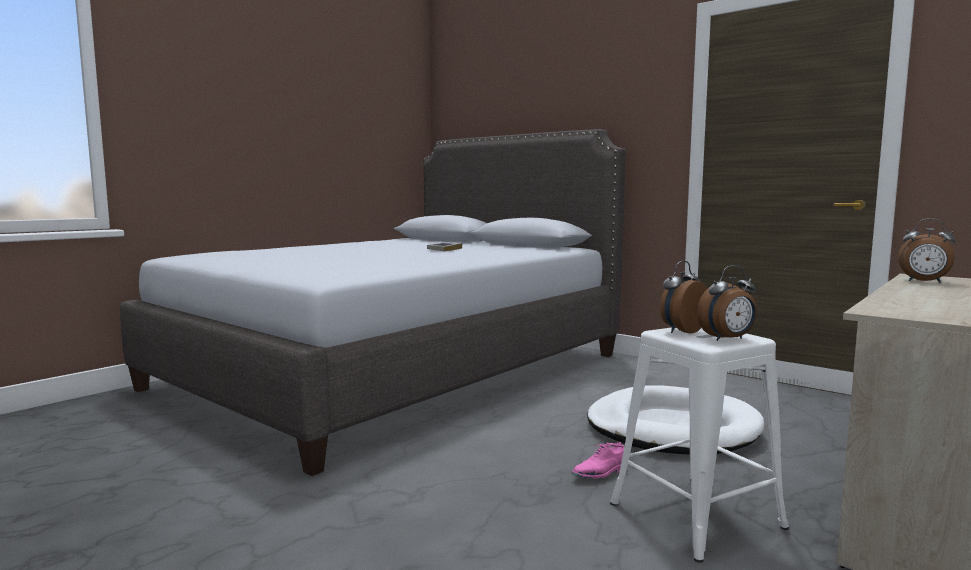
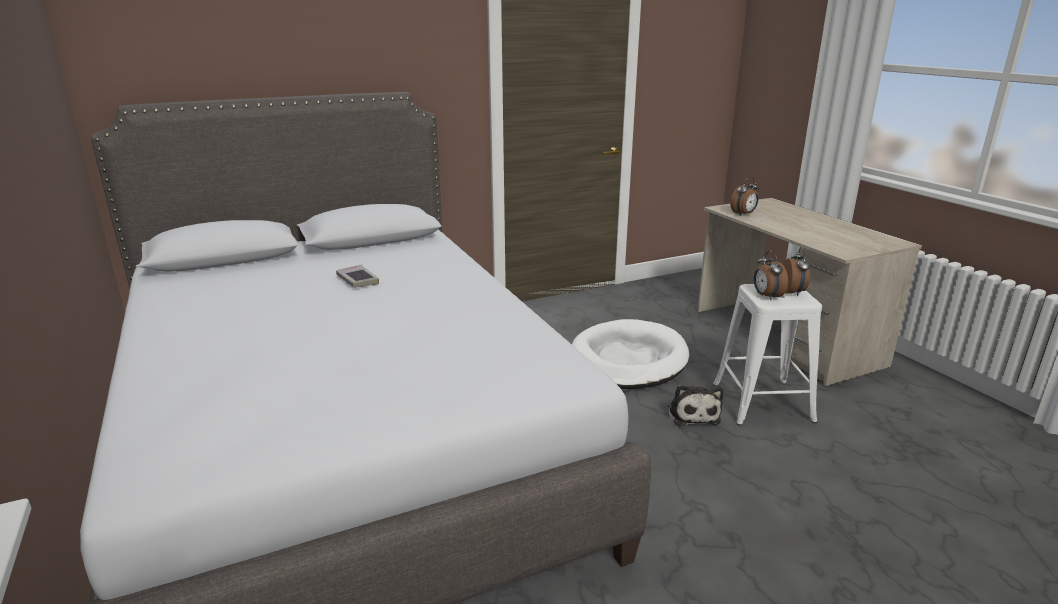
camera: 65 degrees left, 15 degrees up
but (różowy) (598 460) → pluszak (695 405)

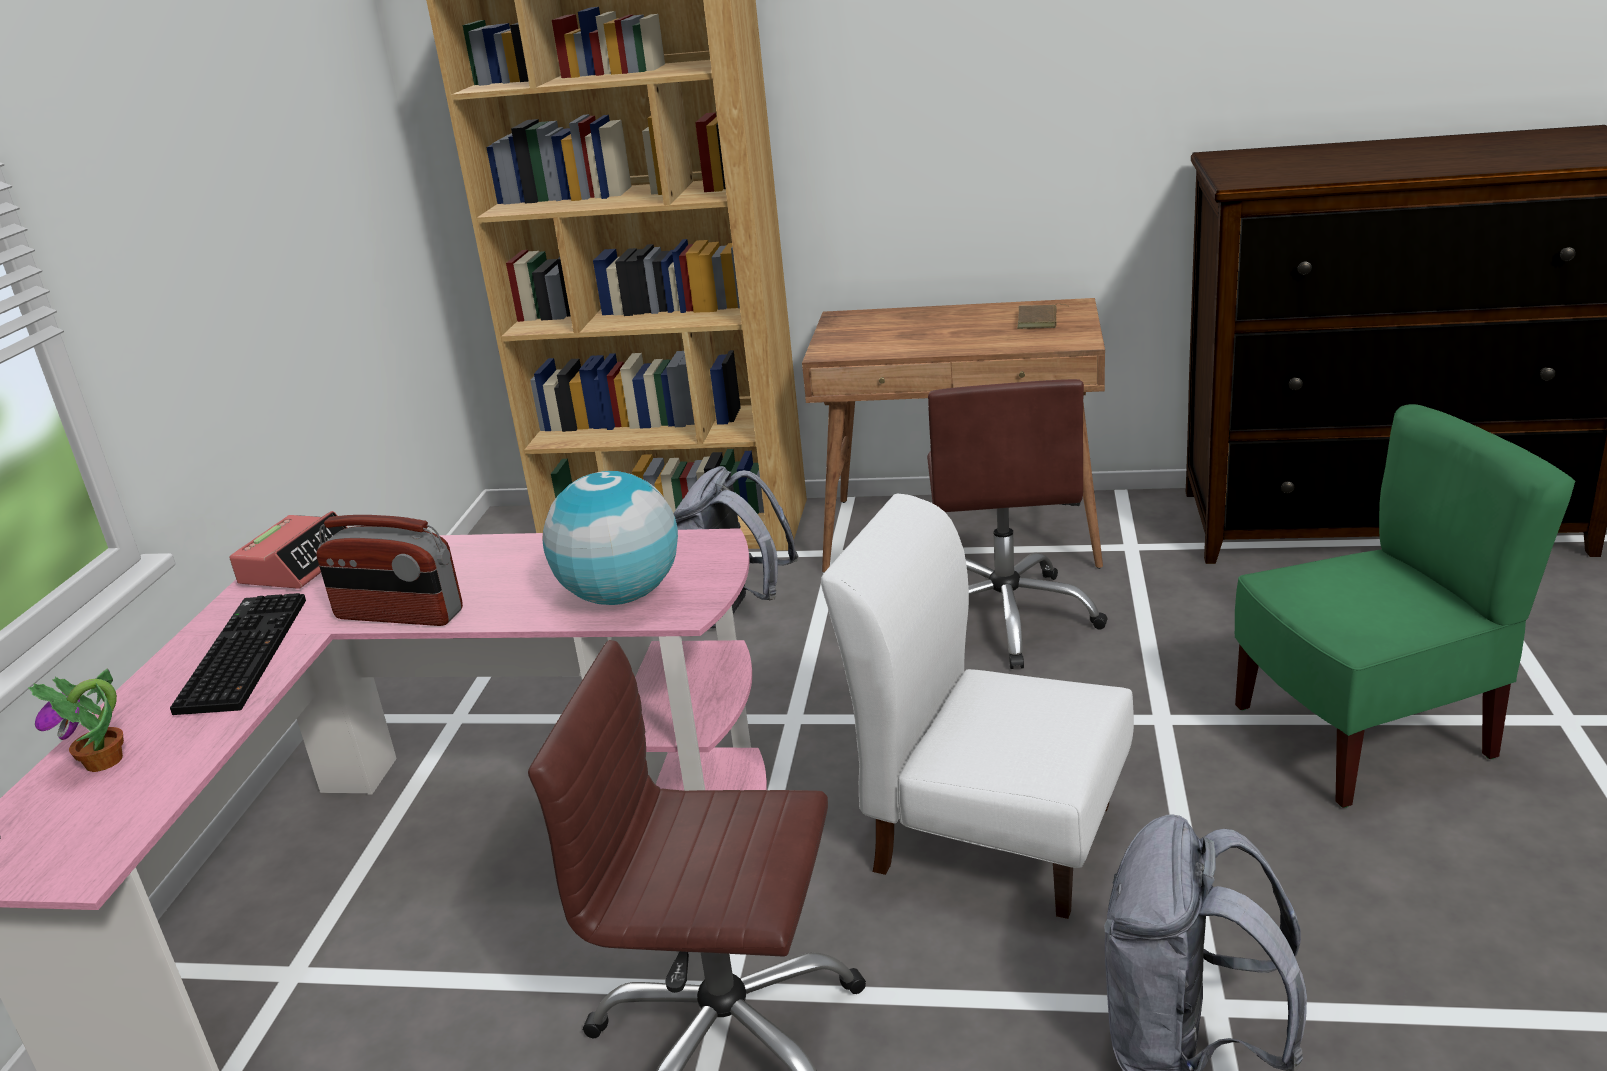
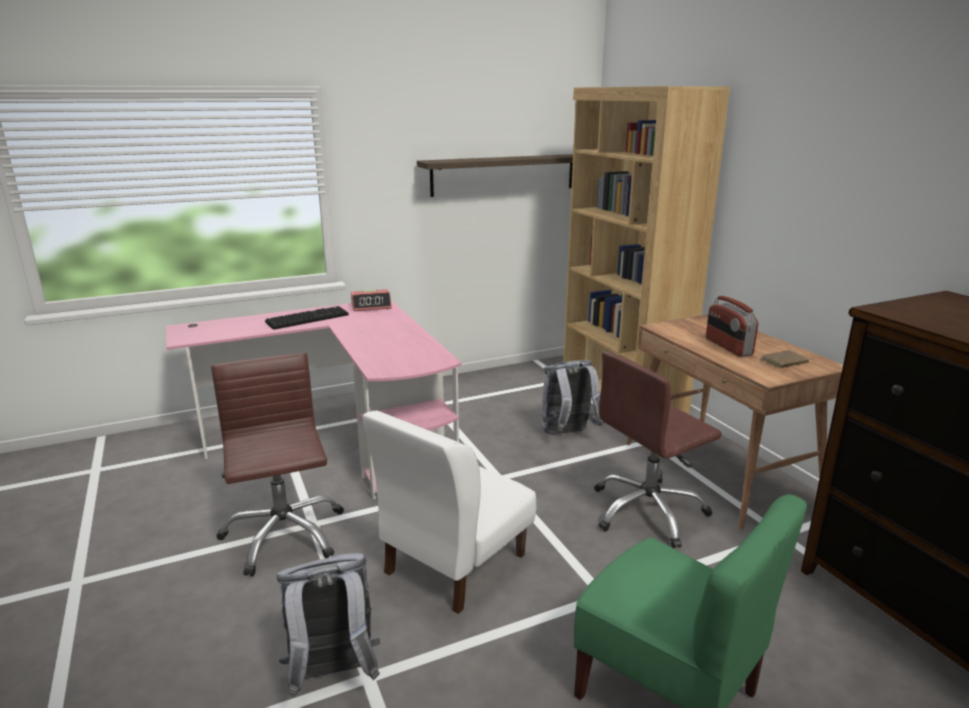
camera: 55 degrees right, 5 degrees down
roślina doniczkowa (76 720) → -
radio (389 570) → radio (732 326), shifted
globus (610 538) → -
krzesło (biały) (977 706) → krzesło (biały) (449 512), 135 degrees counterclockwise
- → półka (495 175)

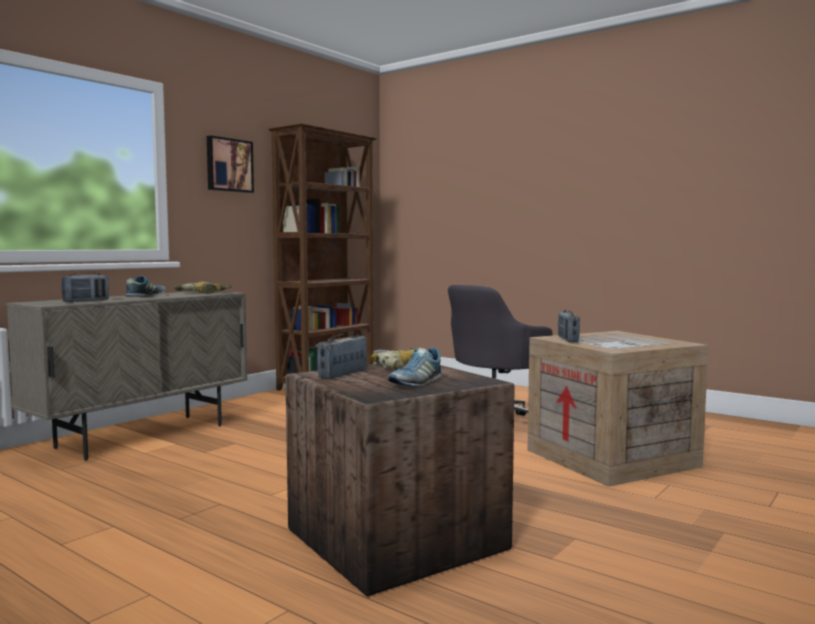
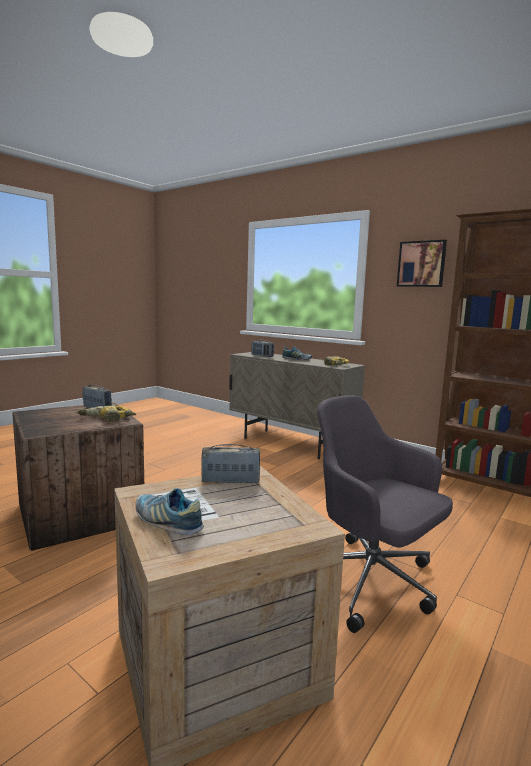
camera: 90 degrees right, 5 degrees up
but (415 367) → but (170 511), shifted

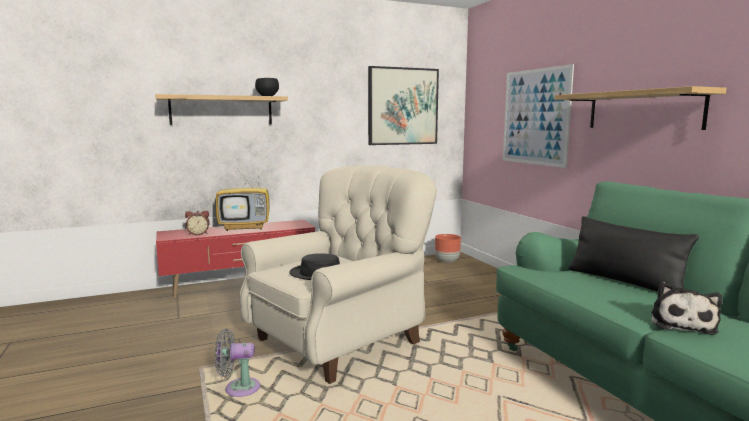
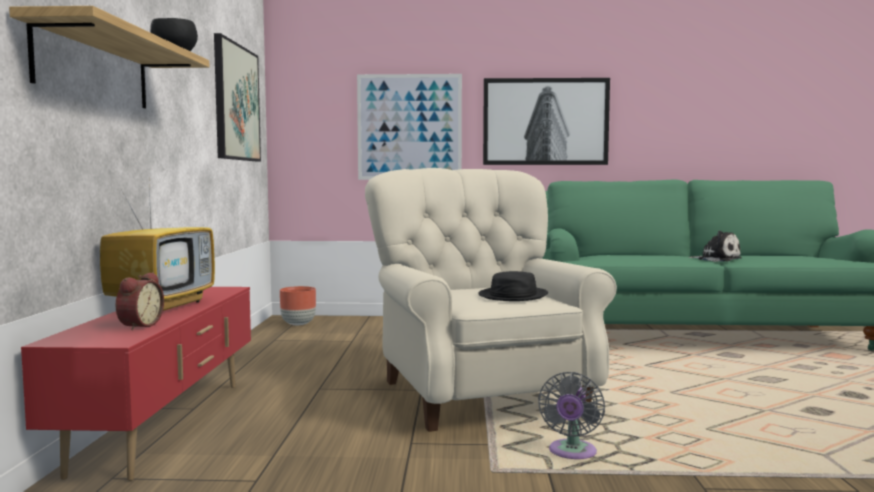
camera: 65 degrees left, 5 degrees down
półka (641 108) → obraz (546 121)
poduszka (czarny) (634 254) → -

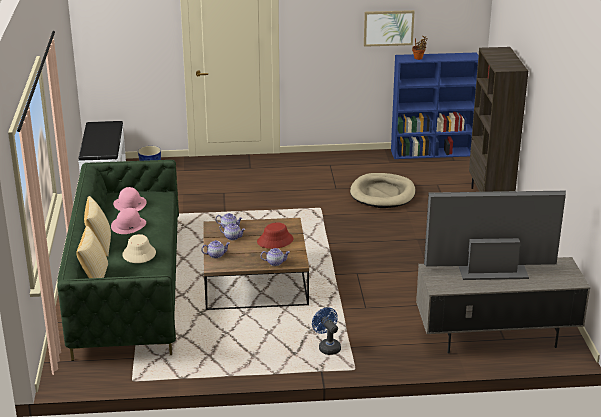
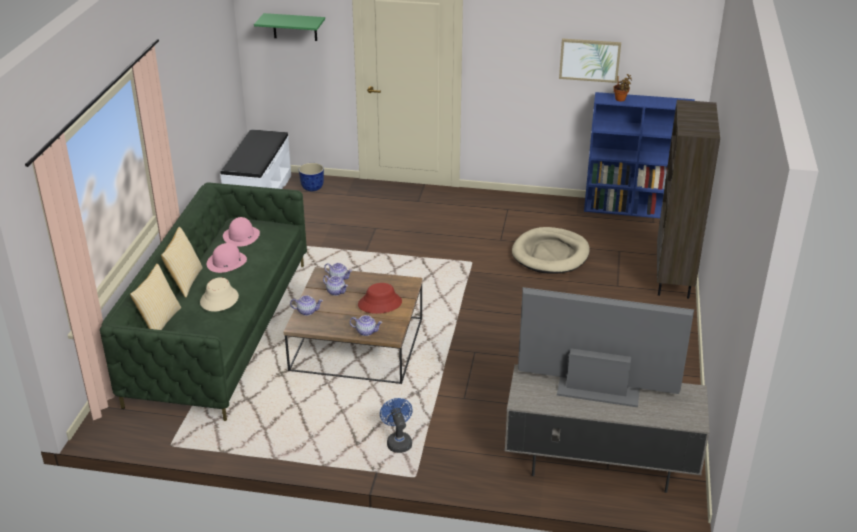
camera: 15 degrees right, 5 degrees up
- → półka (zielony) (289 27)

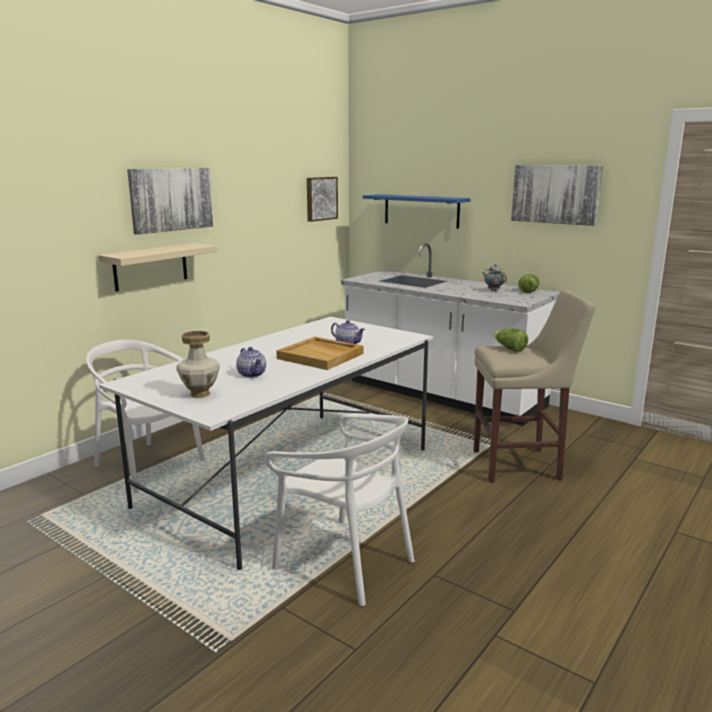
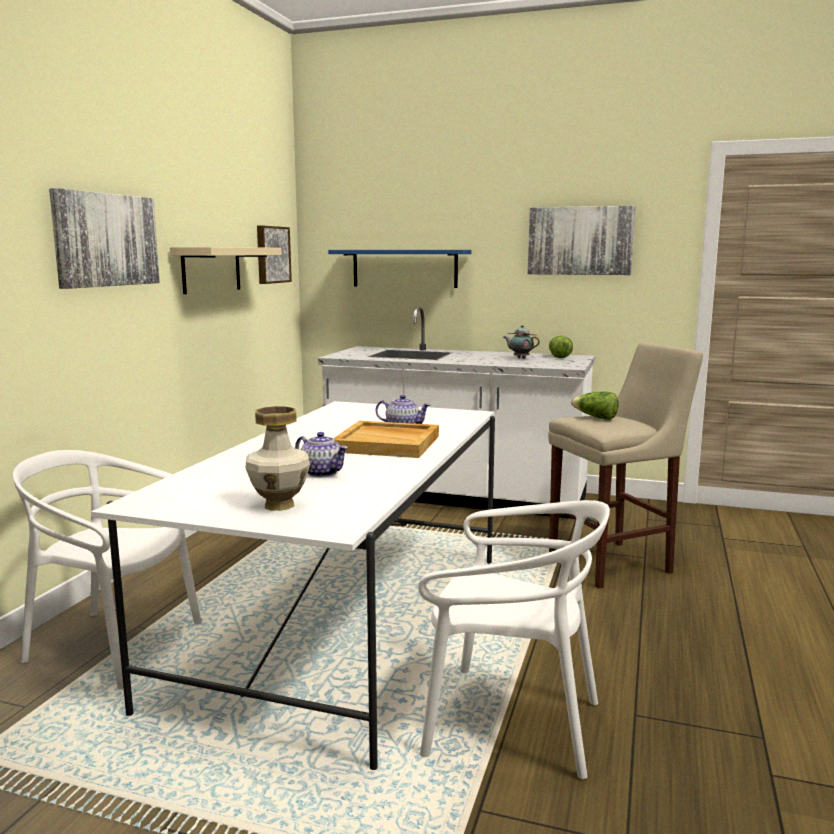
camera: 20 degrees left, 5 degrees down
półka (beżowy) (157 267) → półka (beżowy) (226 270), shifted

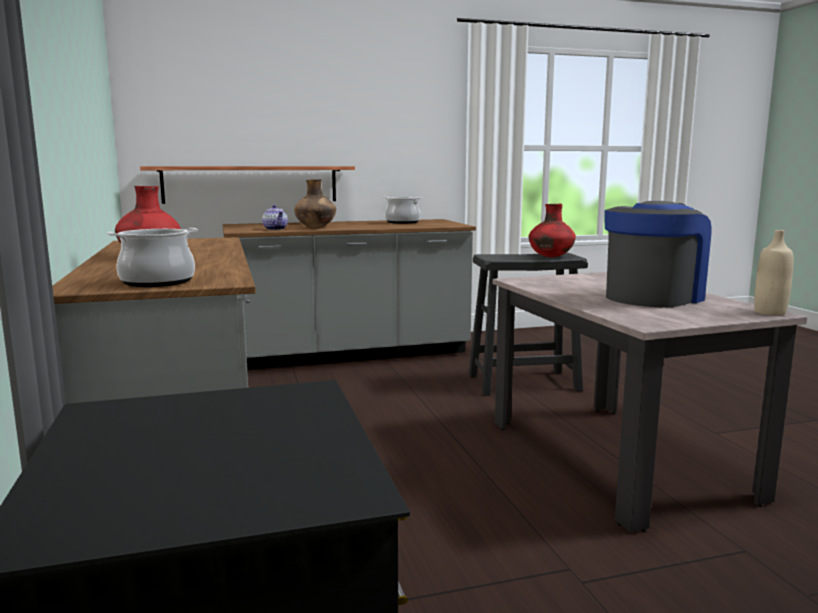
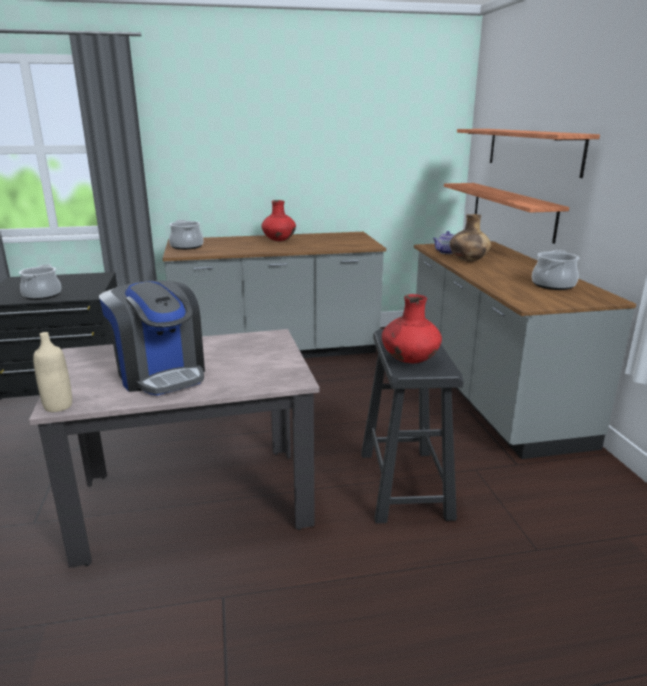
camera: 95 degrees right, 10 degrees up
- → garnek (40 282)
- → półka (528 153)

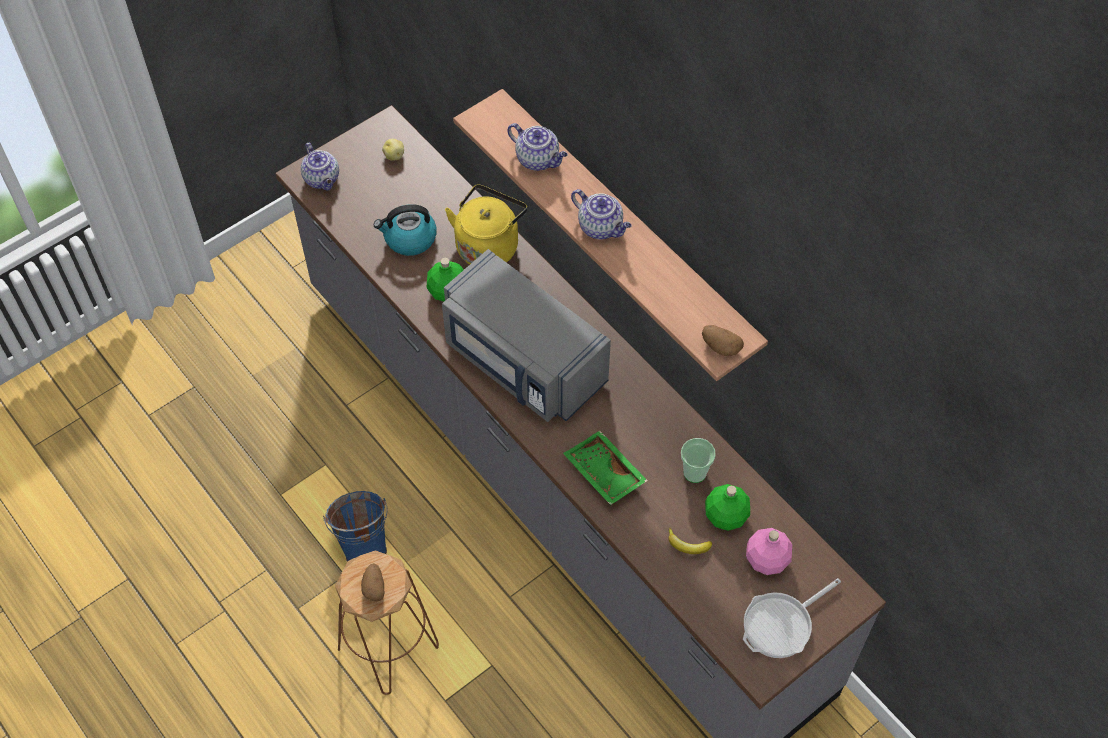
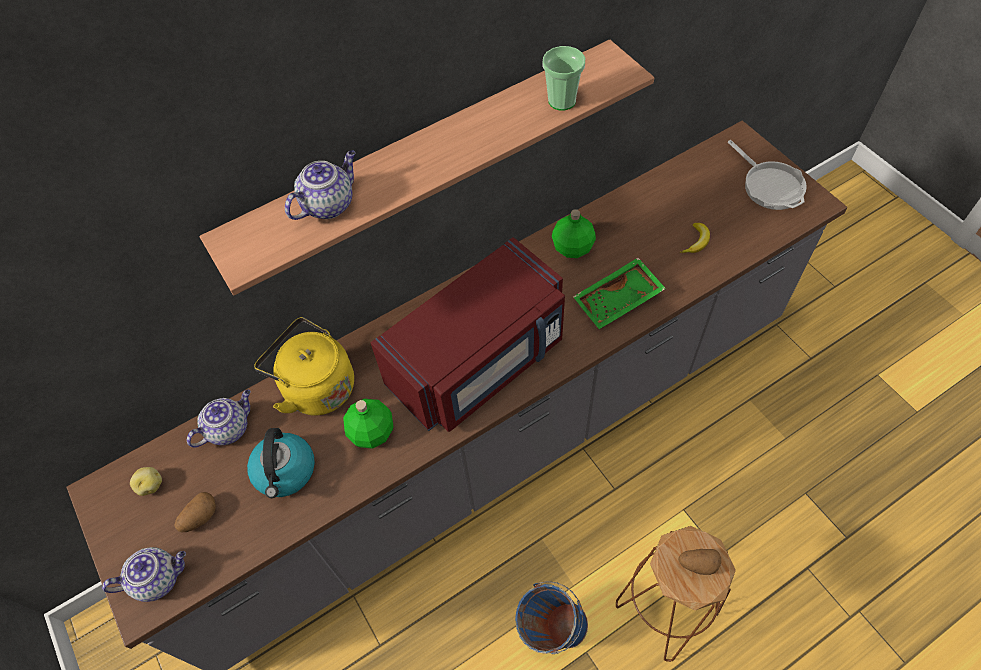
camera: 80 degrees left, 0 degrees up
mikrofalówka (szary) (526 335) → mikrofalówka (czerwony) (468 334)
imbryk (601 214) → imbryk (219 418), shifted
filiżanka (698 460) → filiżanka (564 78), shifted
ziemniak (723 340) → ziemniak (195 512), shifted
butelka (zielony) (727 507) → butelka (zielony) (574 233), shifted
butelka (różowy) (769 551) → -

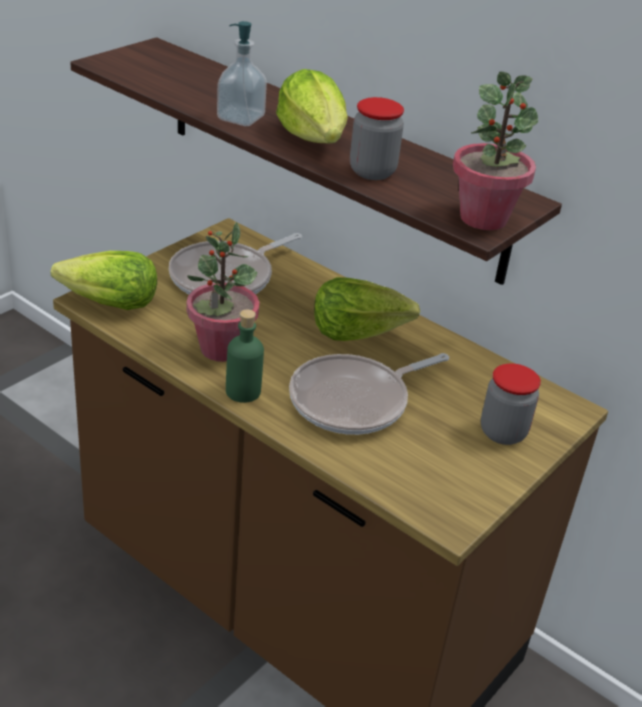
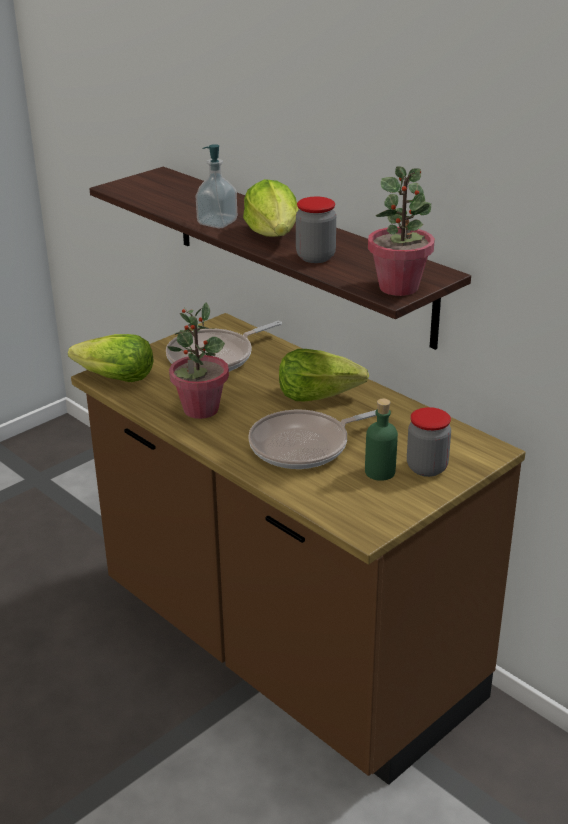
camera: 10 degrees right, 5 degrees down
butelka (zielony) (245 356) → butelka (zielony) (381 440), shifted

